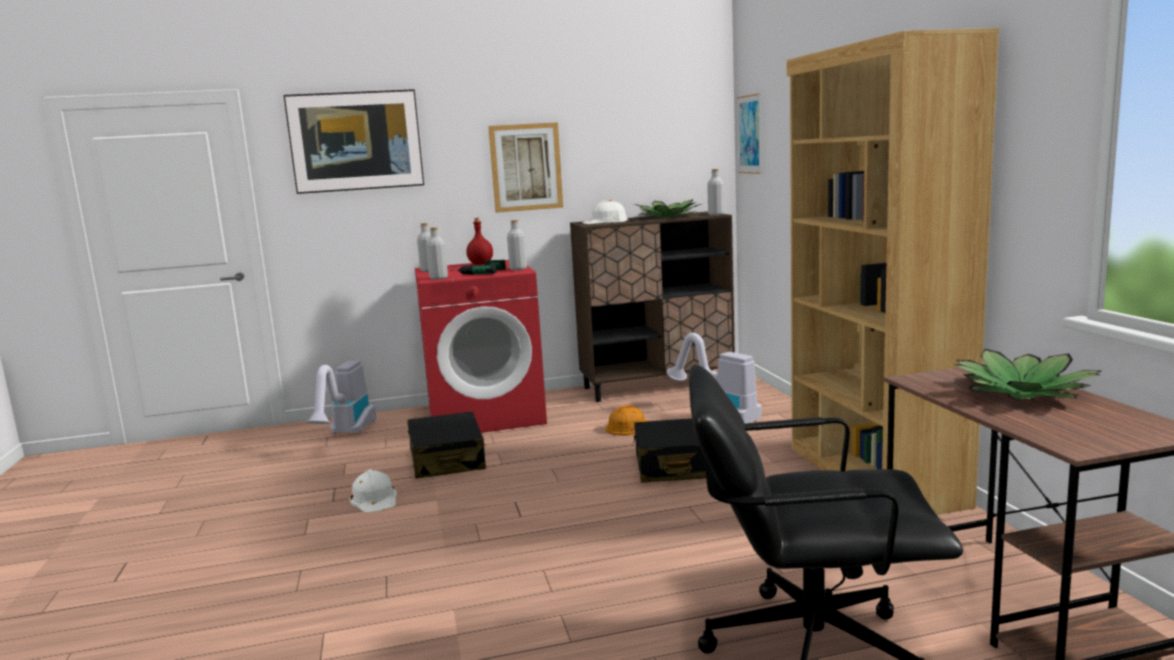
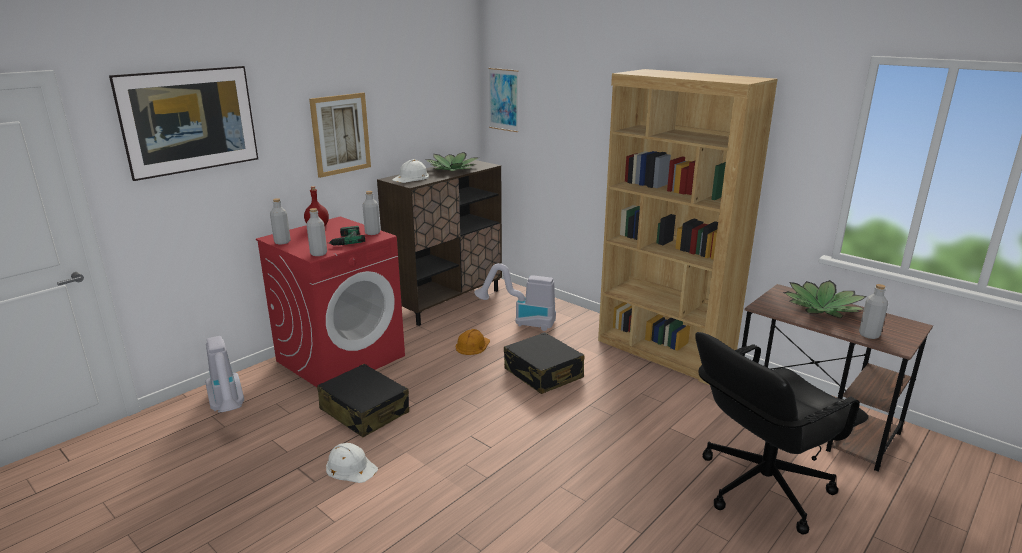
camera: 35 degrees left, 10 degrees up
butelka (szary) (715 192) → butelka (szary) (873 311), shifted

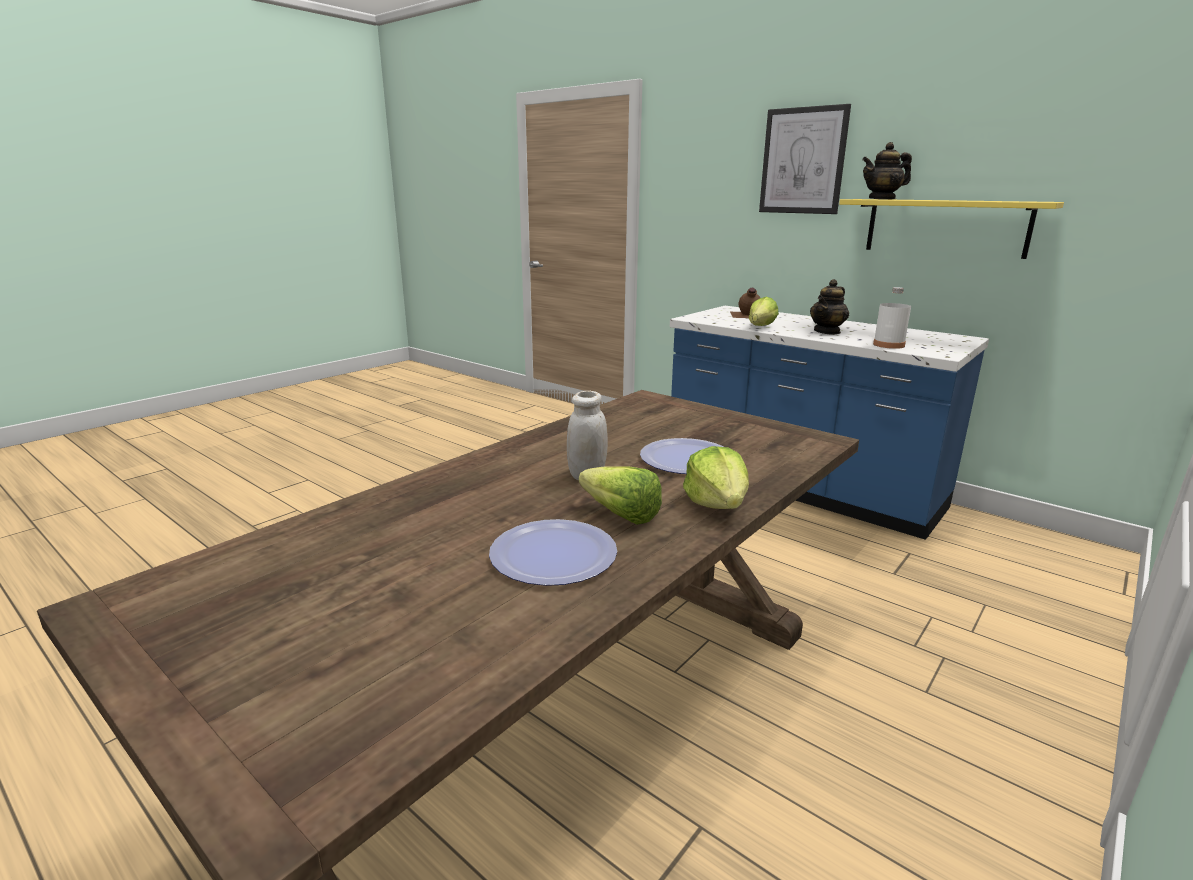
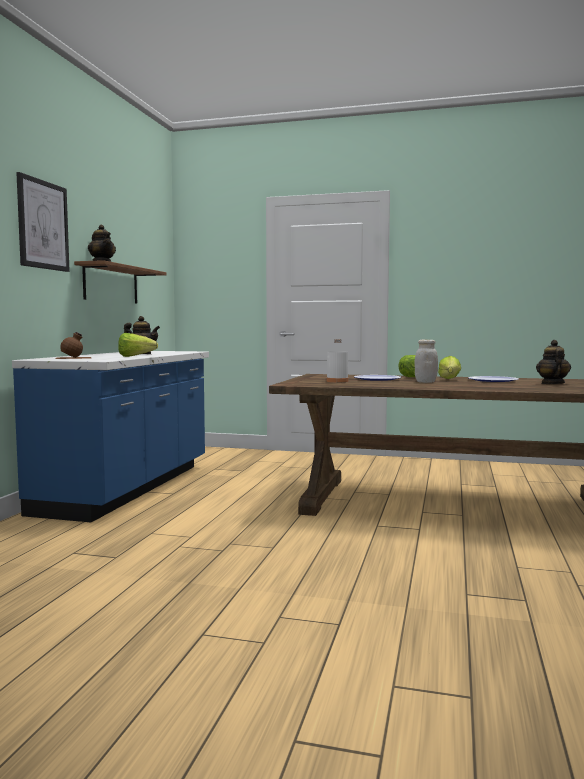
camera: 115 degrees left, 15 degrees down
półka (żółty) (951 229) → półka (brązowy) (120 281)
butelka (biały) (892 318) → butelka (biały) (338 360), shifted
- → imbryk (553 362)

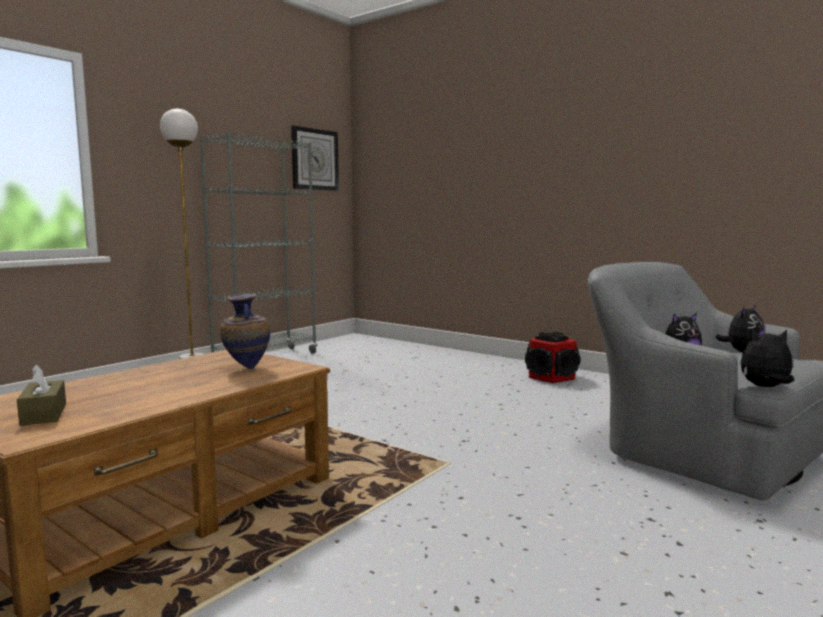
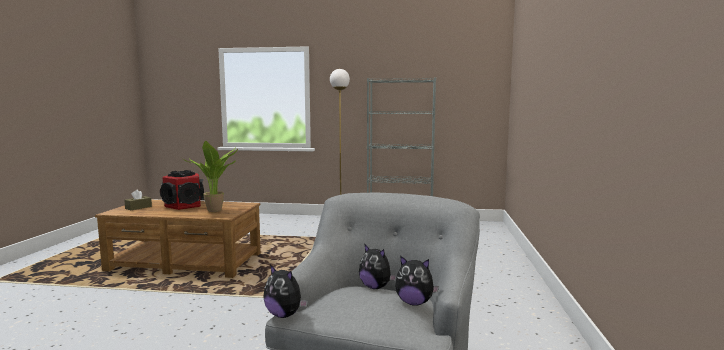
camera: 60 degrees right, 0 degrees up
wazon (245 331) → roślina doniczkowa (209 176)
zegar ścienny (315 158) → -
głośnik (552 357) → głośnik (182 190), shifted
pluszak (767 358) → pluszak (285 291), 150 degrees clockwise

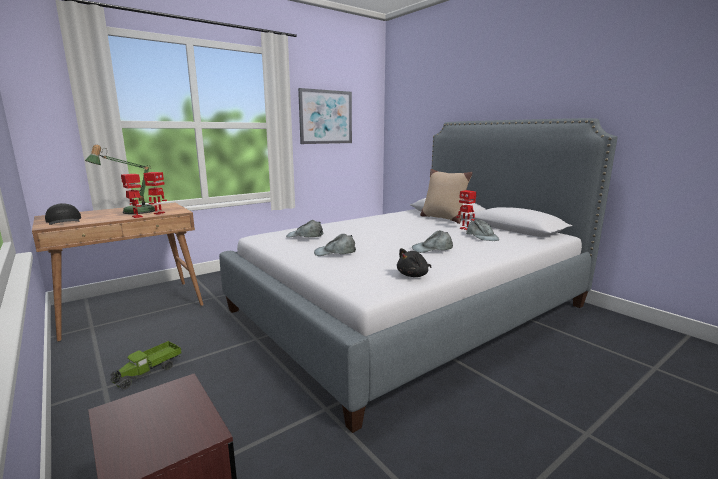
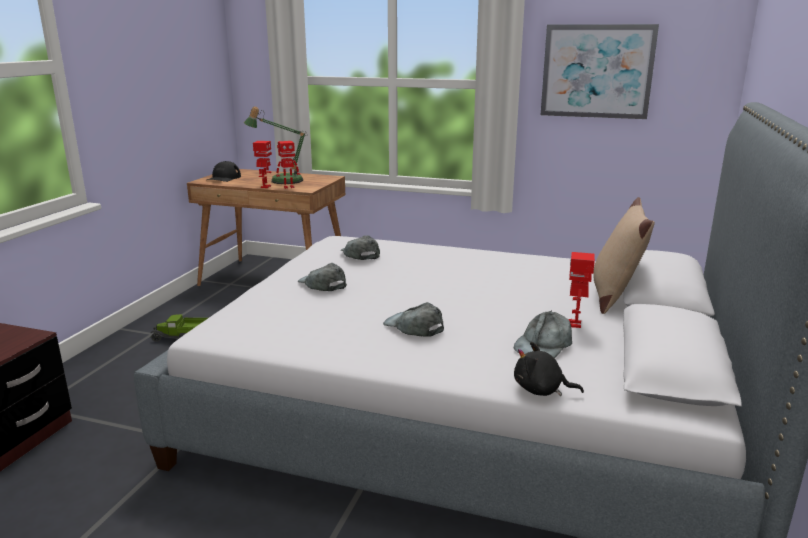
camera: 55 degrees right, 5 degrees up
pluszak (czarny) (414 262) → pluszak (czarny) (549 369), shifted

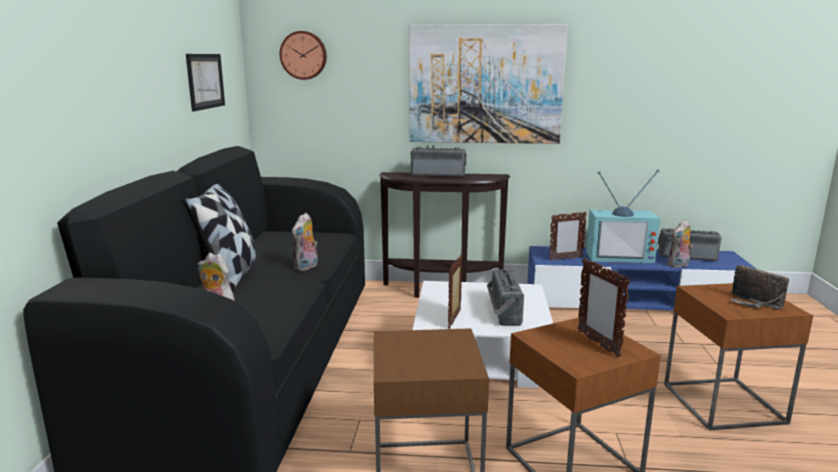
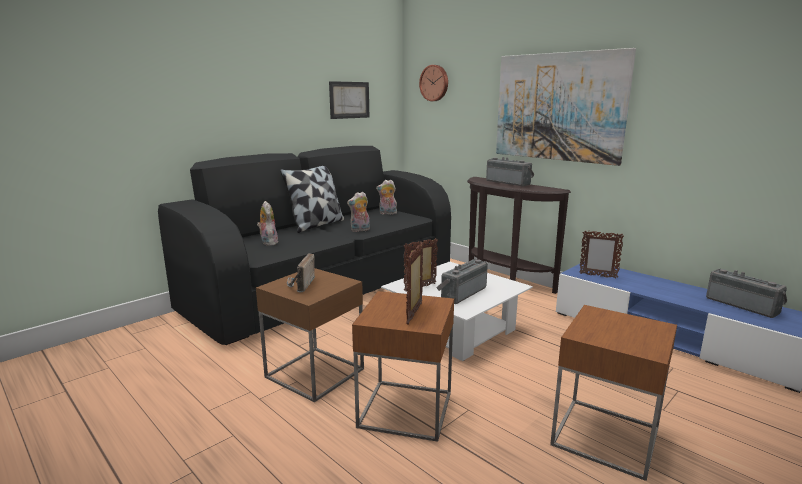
camera: 40 degrees right, 0 degrees up
telewizor (623 216) → -
pluszak (680 244) → pluszak (386 197), shifted
radio (759 287) → radio (301 272), shifted

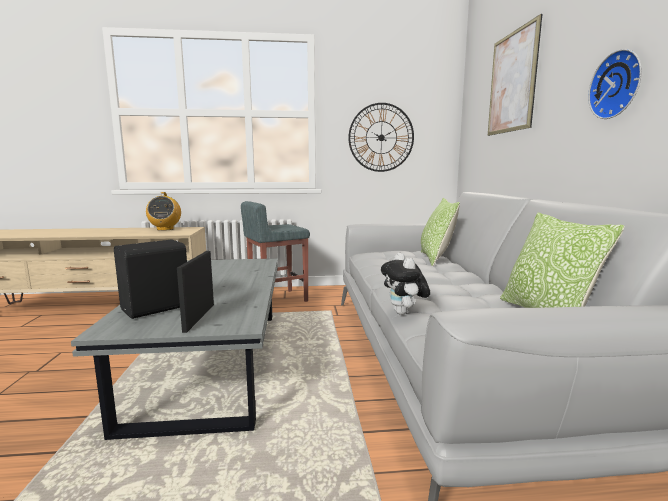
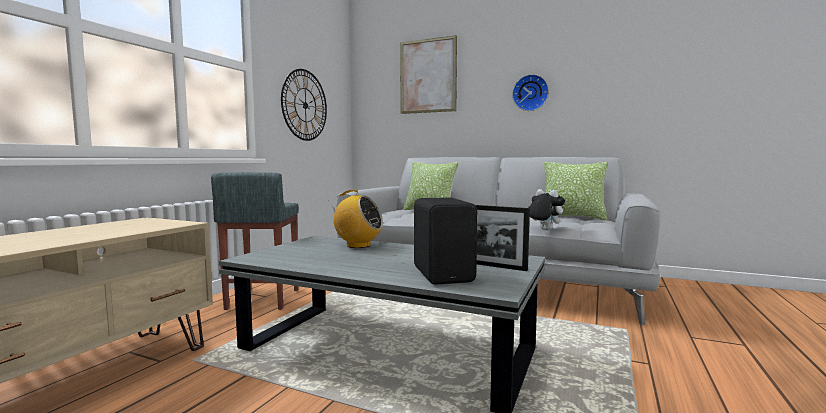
camera: 60 degrees left, 5 degrees down
radio (163 211) → radio (355 219), shifted
pluszak (405 284) → pluszak (546 209), 150 degrees counterclockwise

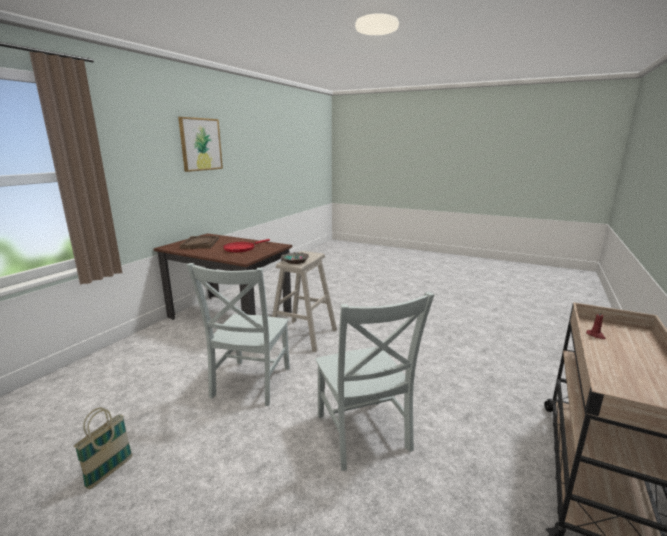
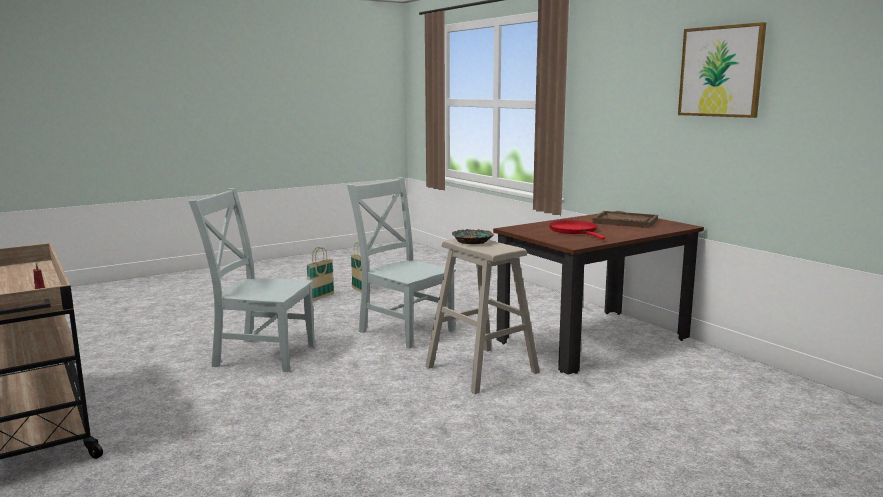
camera: 120 degrees right, 5 degrees down
- → koszyk (320 274)

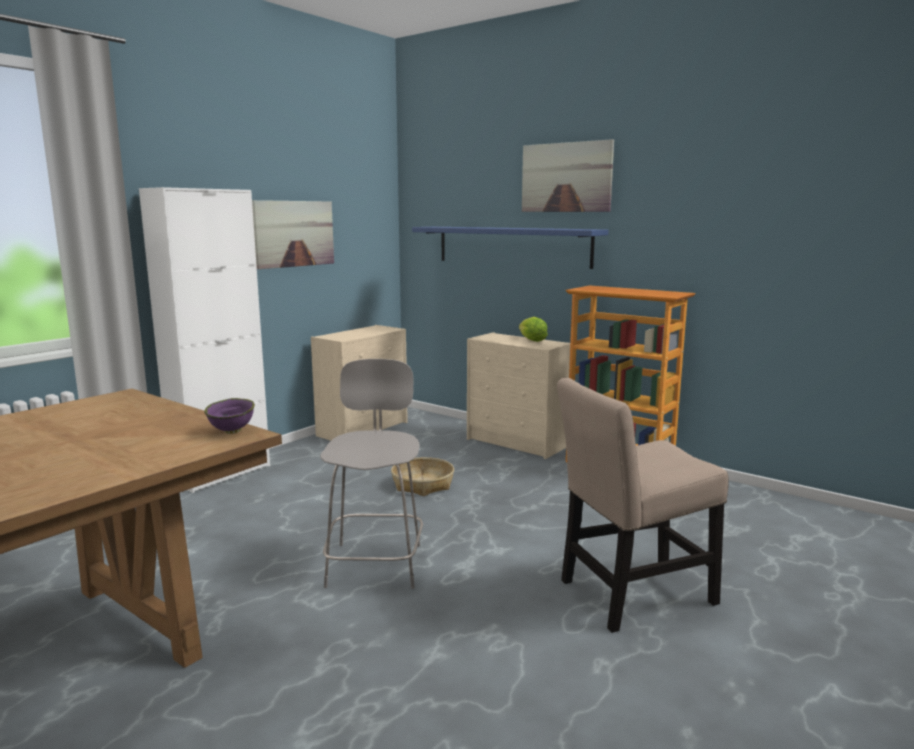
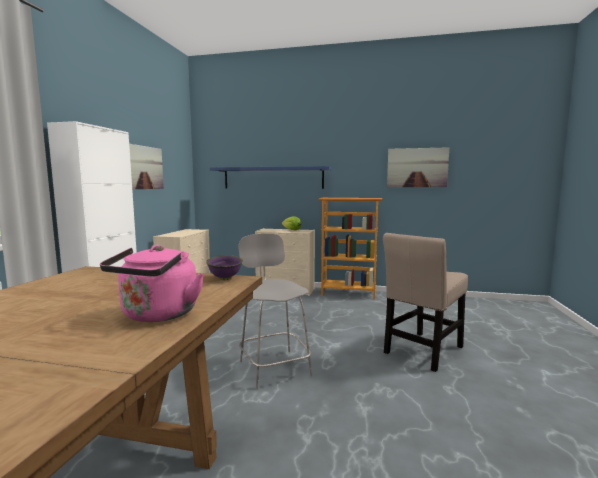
camera: 25 degrees left, 5 degrees down
koszyk (422 476) → -
obraz (568 175) → obraz (418 167), shifted
- → czajnik (różowy) (152 283)

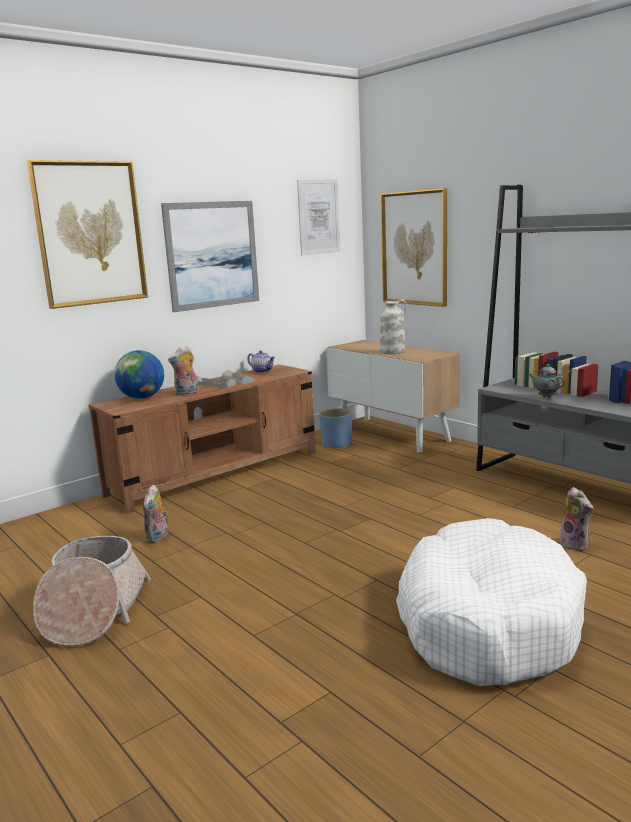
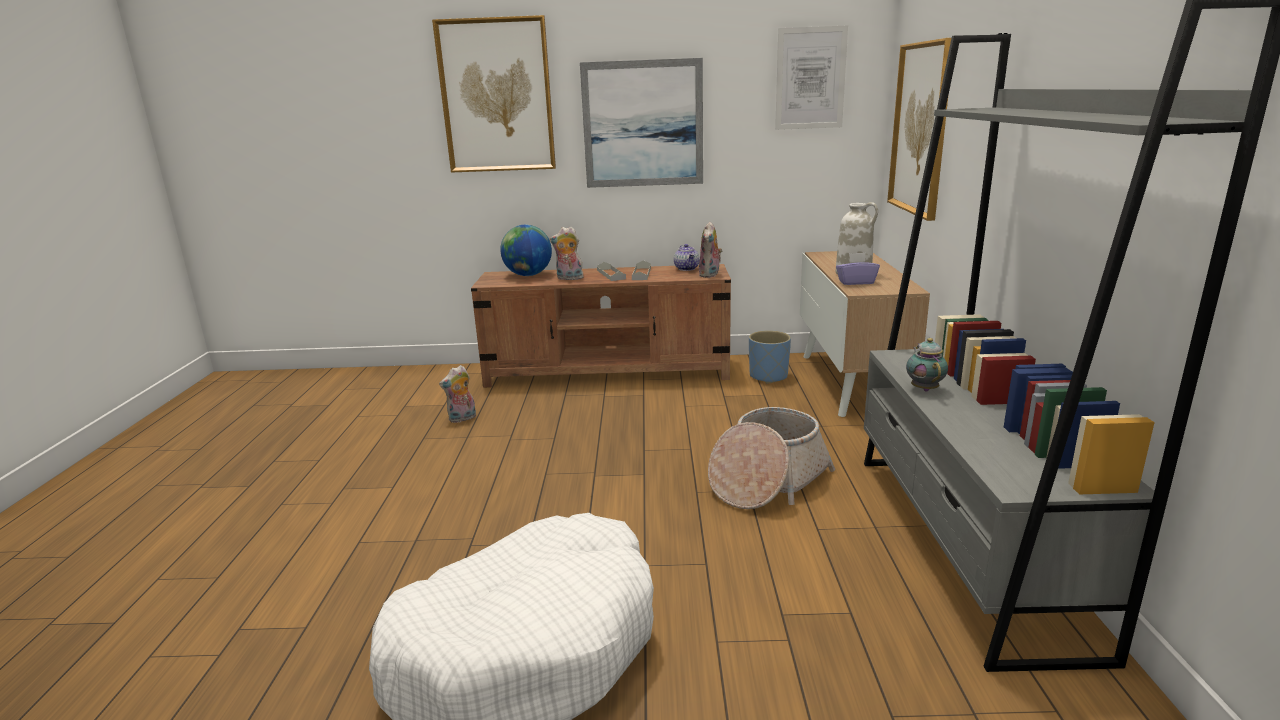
camera: 40 degrees right, 5 degrees up
koszyk (92 591) → koszyk (771 458), shifted
pluszak (576 519) → pluszak (711 250), shifted
- → pudełko chusteczek (fioletowy) (858 269)

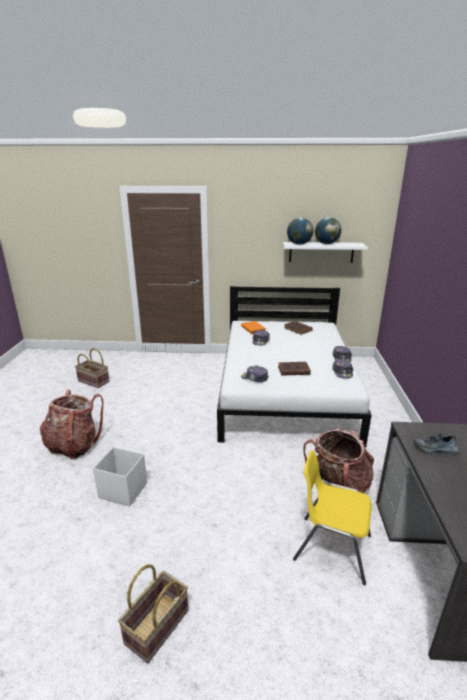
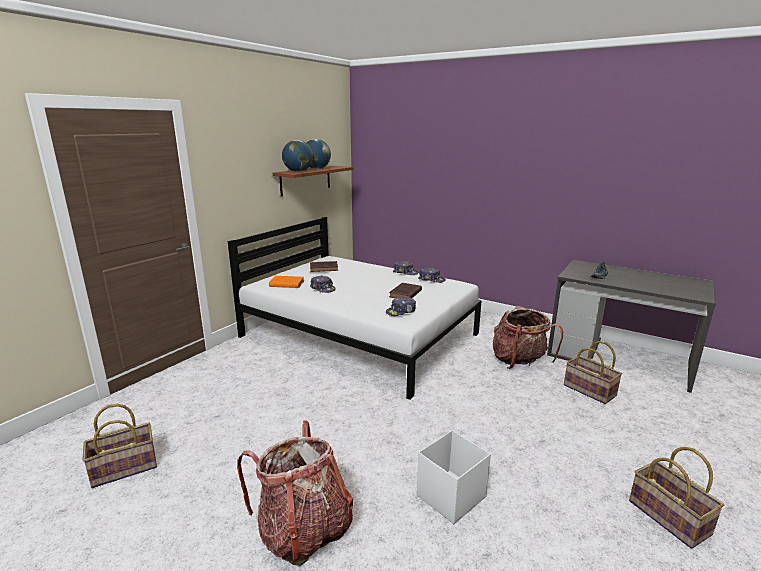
camera: 60 degrees left, 5 degrees down
półka (biały) (325 252) → półka (brązowy) (313 181)
krzesło (żółty) (332 518) → koszyk (593 372)

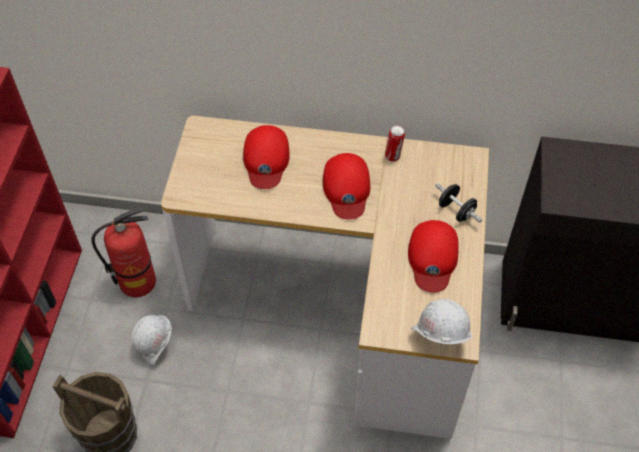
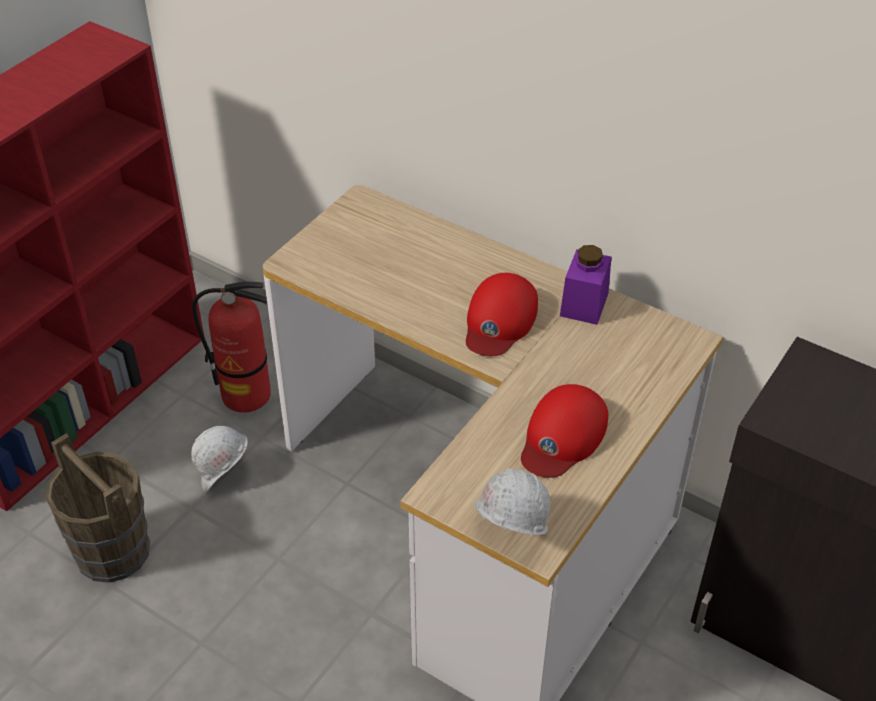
camera: 25 degrees right, 10 degrees down
czapka z daszkiem (czerwony) (266 157) → -
puszka (395 144) → słoik (fioletowy) (585 285)
hantel (czarny) (458 202) → -

